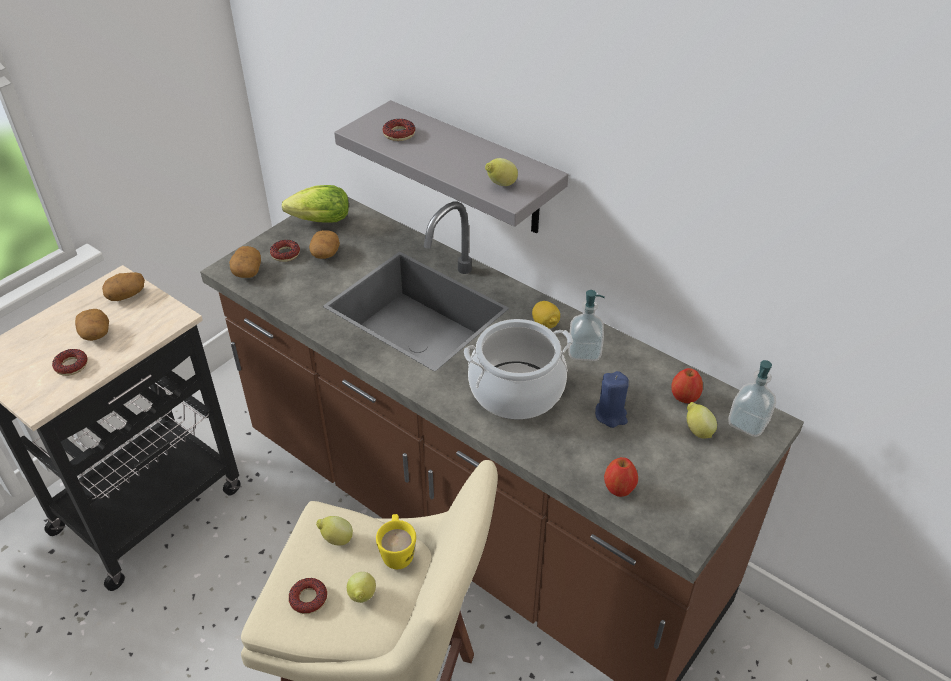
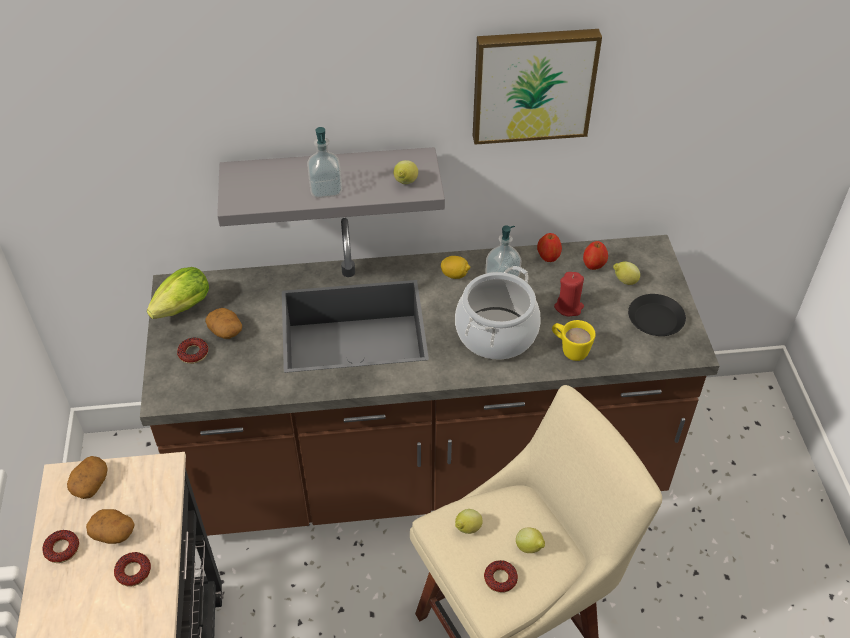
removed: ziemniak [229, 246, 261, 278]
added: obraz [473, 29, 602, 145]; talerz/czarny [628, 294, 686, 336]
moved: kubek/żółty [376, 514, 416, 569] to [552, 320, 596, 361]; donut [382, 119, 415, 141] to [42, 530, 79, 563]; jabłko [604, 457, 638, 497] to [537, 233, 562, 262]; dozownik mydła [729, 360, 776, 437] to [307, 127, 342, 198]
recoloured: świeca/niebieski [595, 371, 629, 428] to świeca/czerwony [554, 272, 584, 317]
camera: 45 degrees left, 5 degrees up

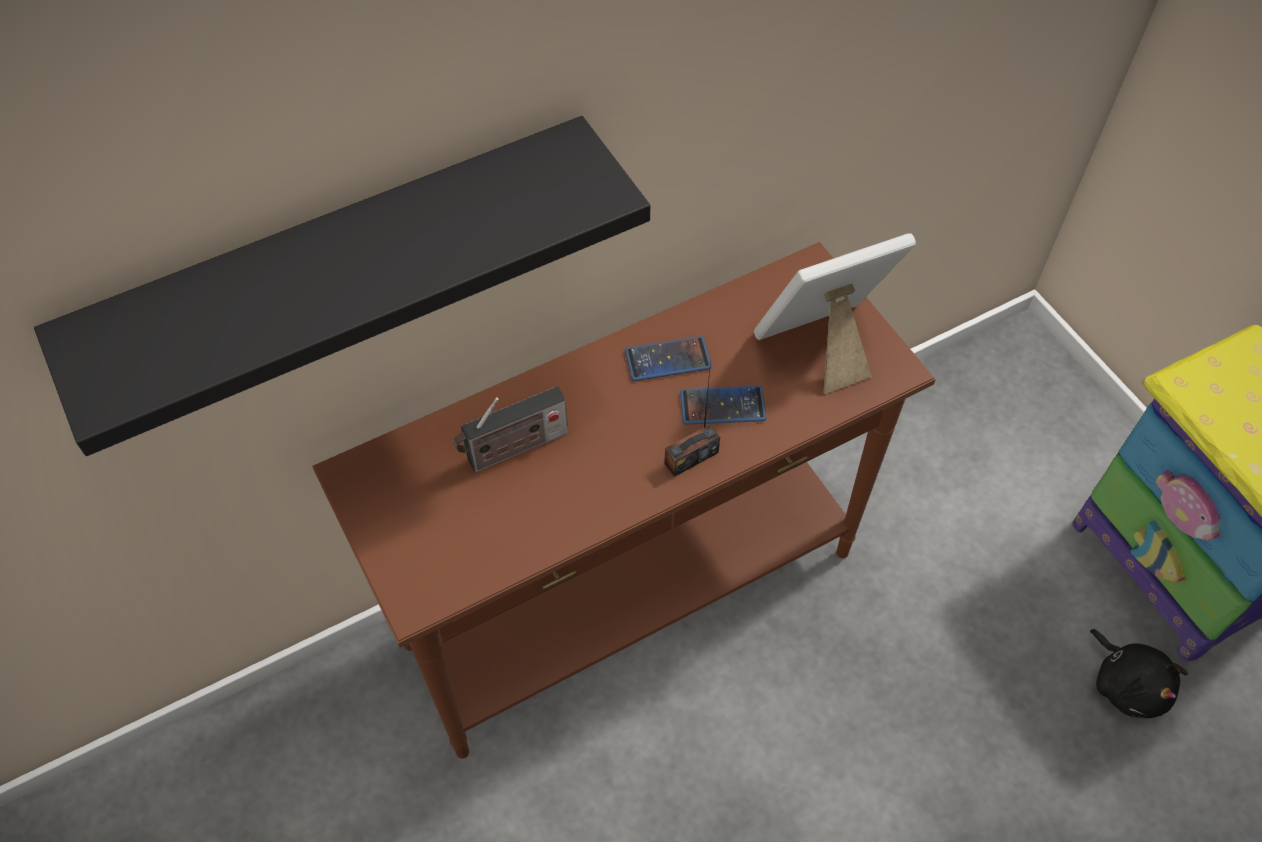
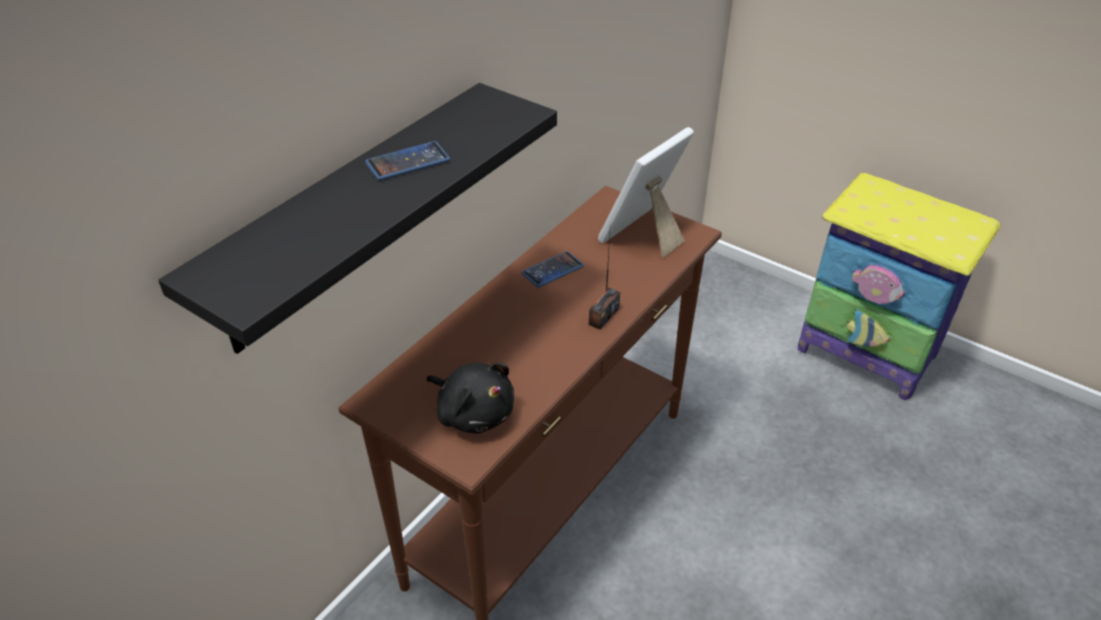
removed: radio [453, 386, 568, 473]
moved: telefon [680, 386, 766, 425] to [365, 141, 450, 180]; pluszak/czarny [1090, 629, 1188, 718] to [426, 363, 514, 434]
camera: 25 degrees left, 15 degrees down

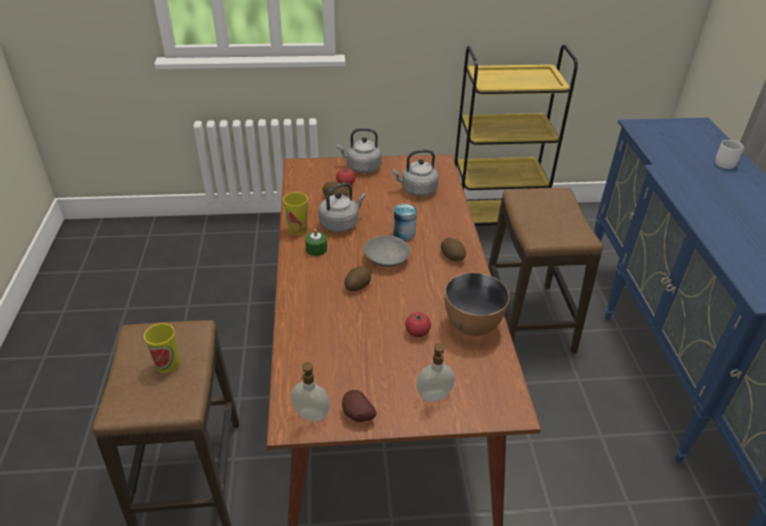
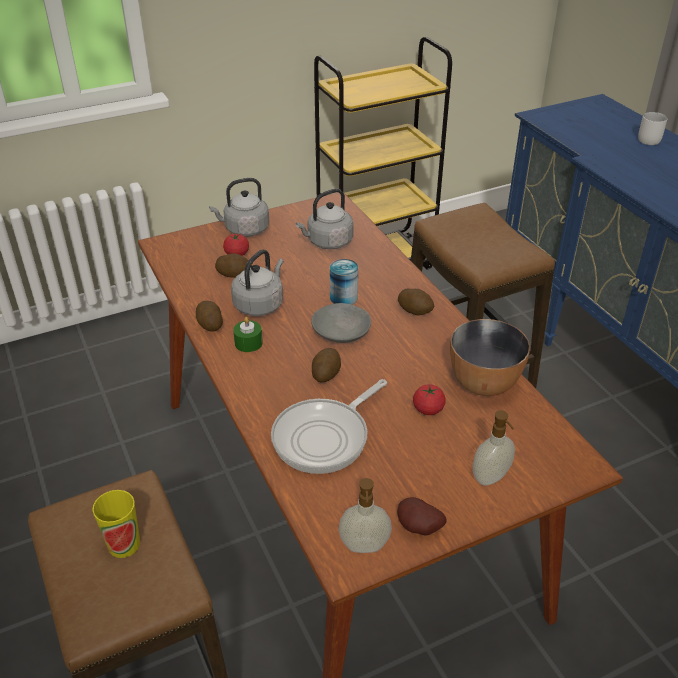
added: patelnia [271, 379, 387, 474]
replaced: filiżanka [283, 192, 308, 235] to ziemniak [196, 301, 223, 332]
camera: 20 degrees left, 0 degrees up

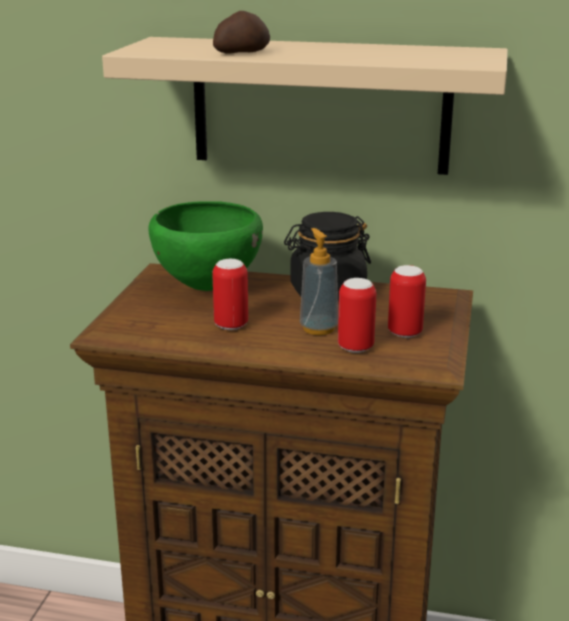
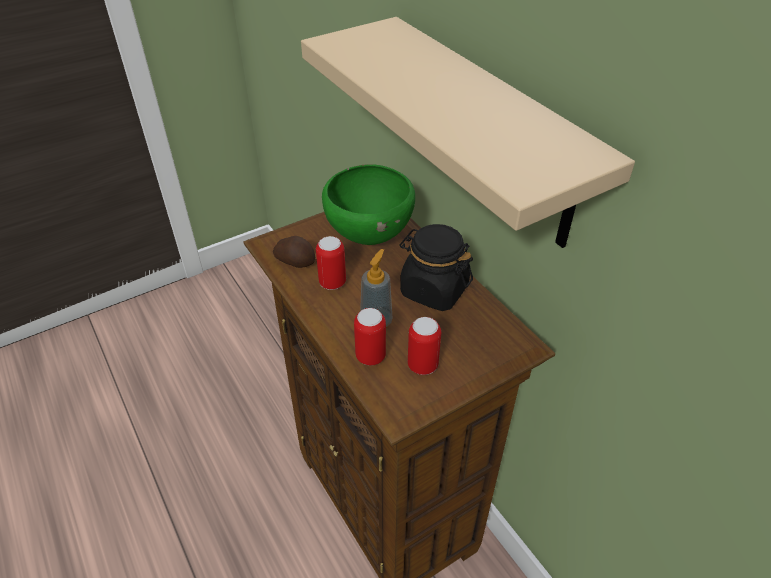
moved: ziemniak [213, 11, 270, 54] to [273, 236, 315, 268]
camera: 45 degrees right, 20 degrees up

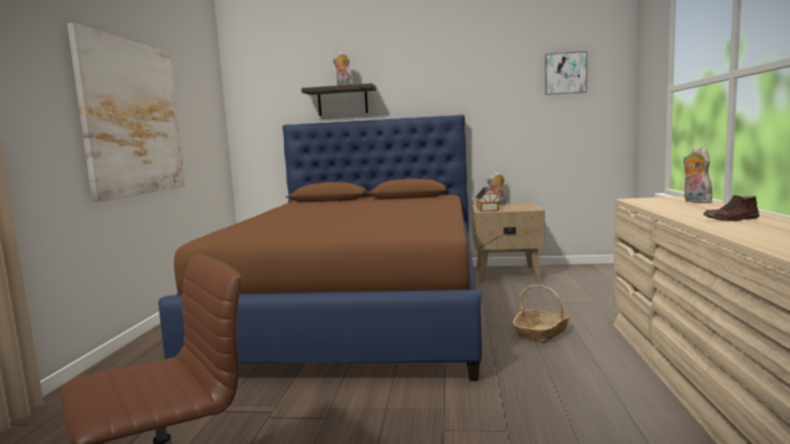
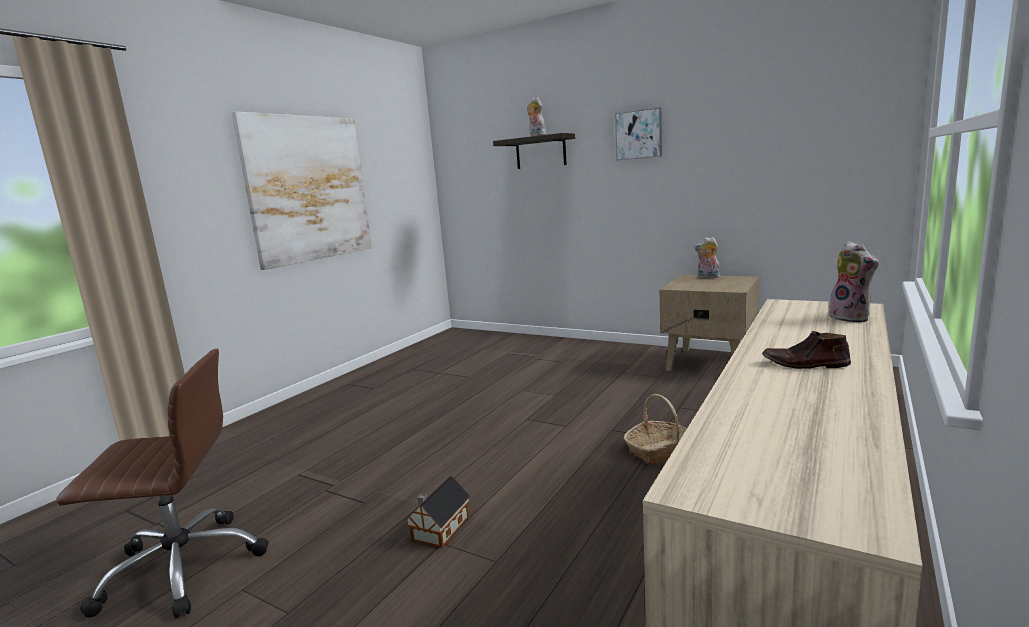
removed: łóżko/brązowy [158, 115, 482, 381]
moved: domek [475, 187, 500, 212] to [405, 476, 470, 548]; obraz [545, 51, 587, 95] to [615, 107, 662, 160]
turned: pluszak [683, 147, 712, 203] = [827, 241, 879, 322] 150 degrees clockwise
camera: 25 degrees right, 5 degrees up

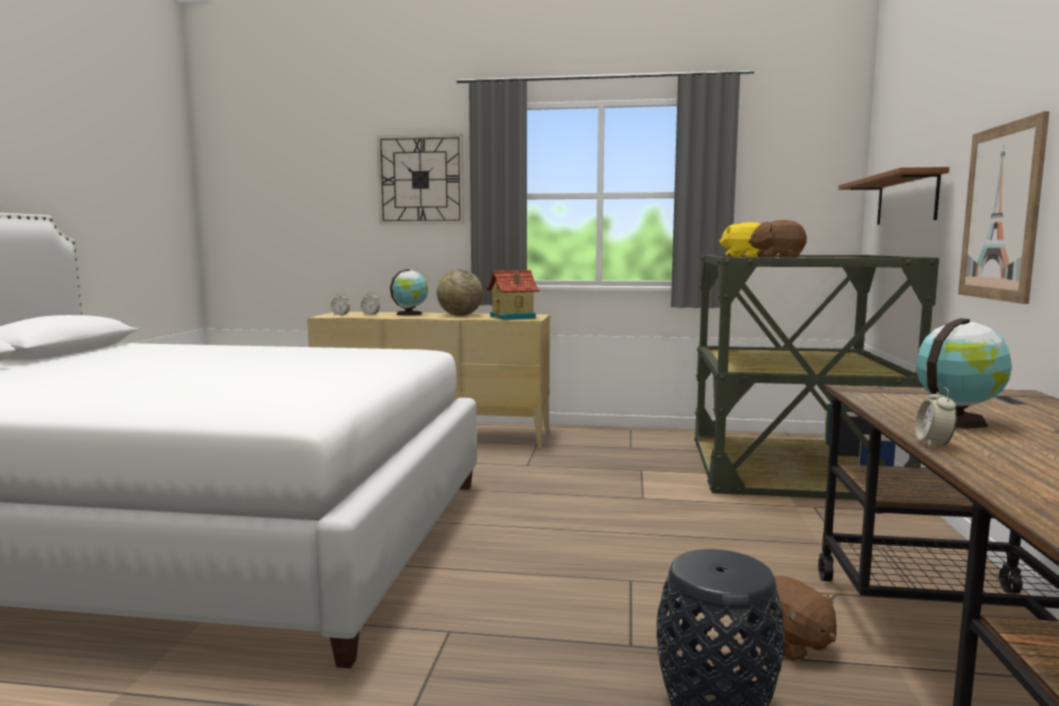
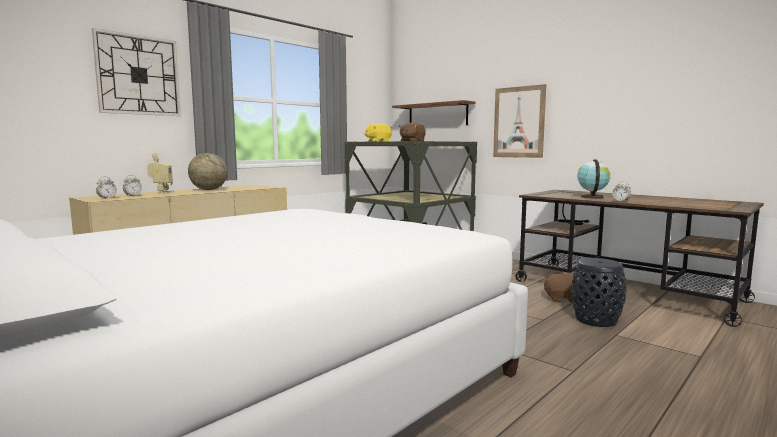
removed: domek [487, 270, 540, 320]
replaced: globus [390, 269, 428, 316] to robot zabawkowy [147, 153, 173, 193]
camera: 55 degrees left, 0 degrees up

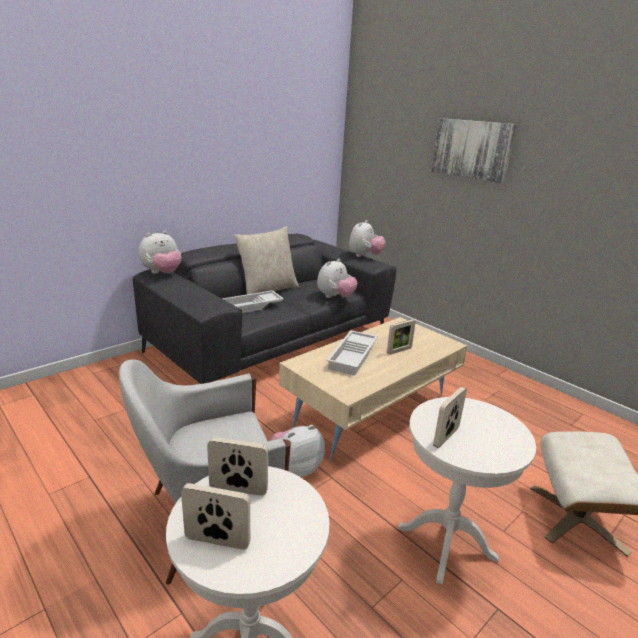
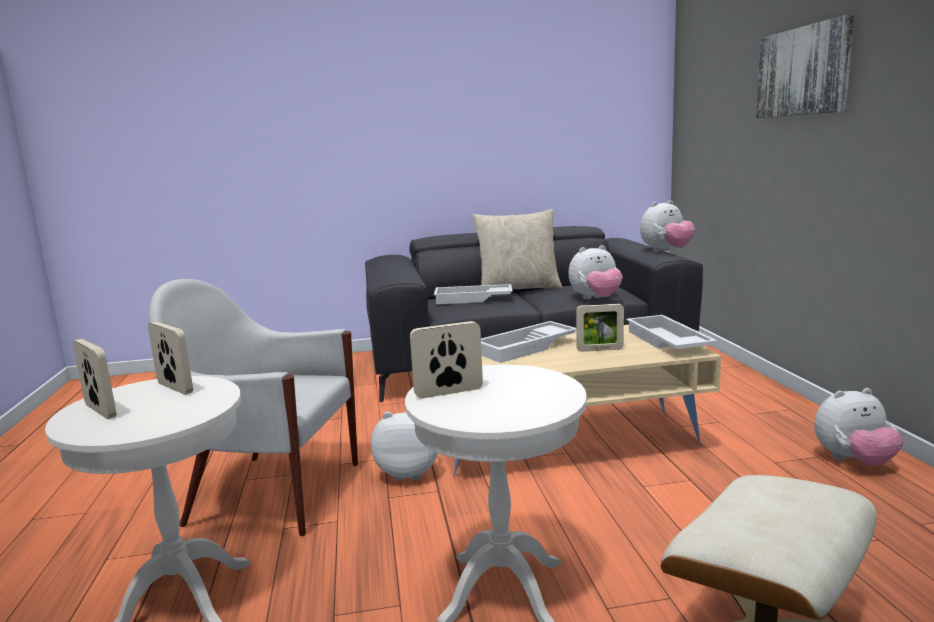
added: taca/biały [626, 315, 717, 349]
moved: pluszak [138, 231, 182, 274] to [814, 388, 903, 466]
camera: 35 degrees right, 10 degrees down

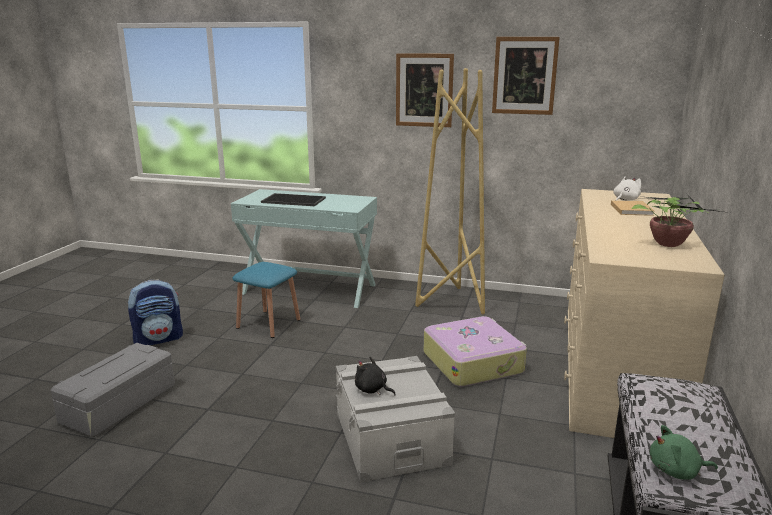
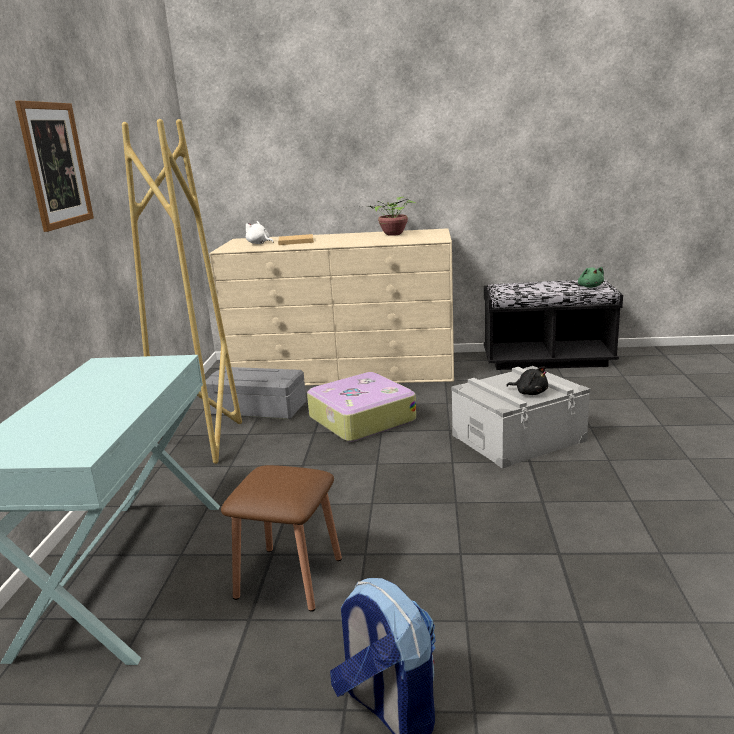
removed: taca [261, 193, 326, 206]; obraz [492, 37, 560, 115]
moved: pojemnik do przechowywania/szary [51, 343, 175, 437] to [206, 367, 306, 420]
recoloured: stołek/niebieski [232, 262, 300, 338] to stołek/brązowy [221, 465, 342, 612]
turned: pluszak/czarny [355, 357, 396, 395] = [506, 366, 548, 395] 75 degrees counterclockwise
camera: 100 degrees left, 0 degrees up

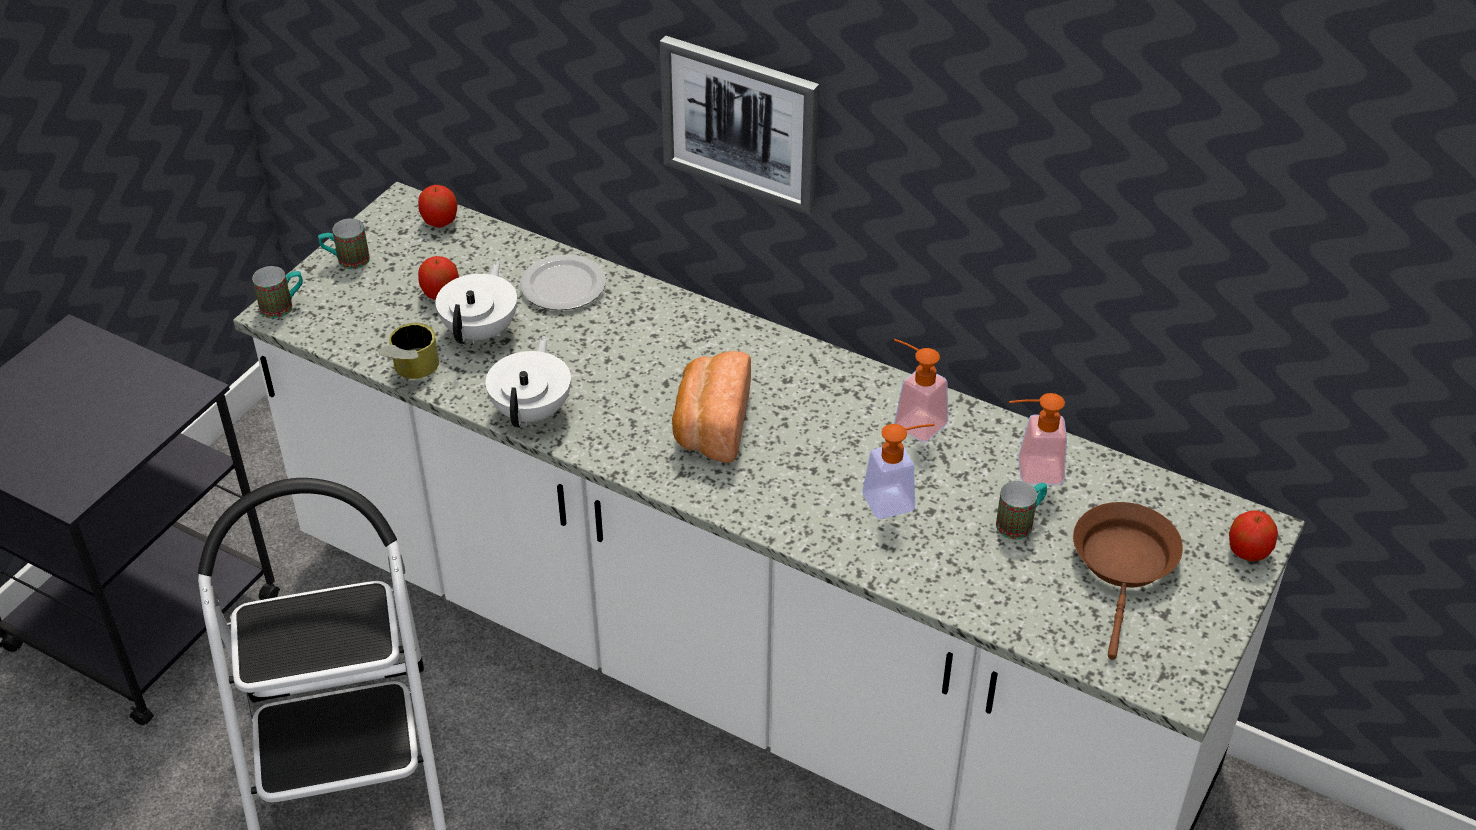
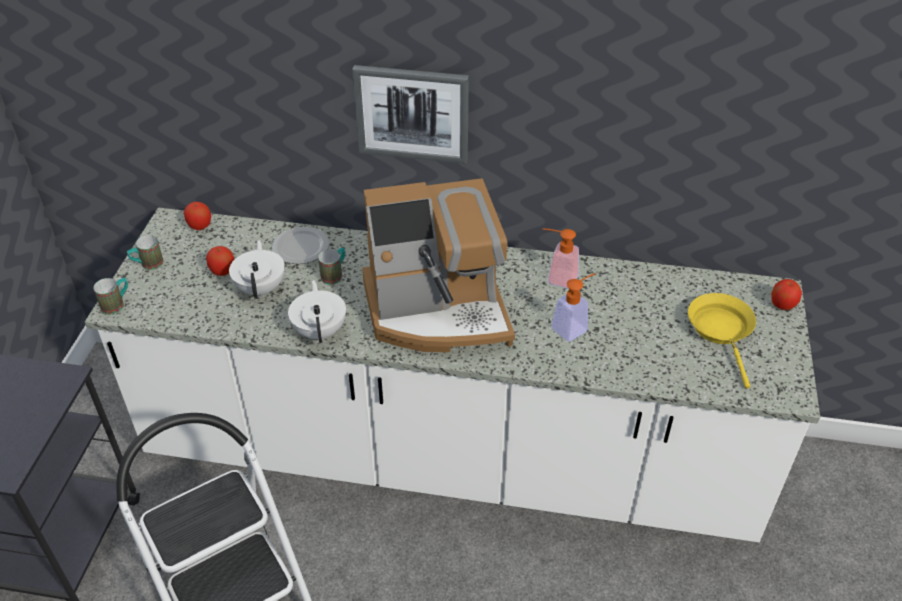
removed: puszka [378, 323, 439, 379]; dozownik mydła [1009, 393, 1067, 485]
moved: kubek [996, 481, 1047, 540] to [318, 248, 345, 285]
replaced: chleb [672, 351, 751, 463] to ekspres do kawy [362, 178, 515, 352]
recoloured: patelnia/brązowy [1073, 502, 1183, 660] to patelnia/żółty [688, 293, 756, 389]
camera: 20 degrees left, 0 degrees up

